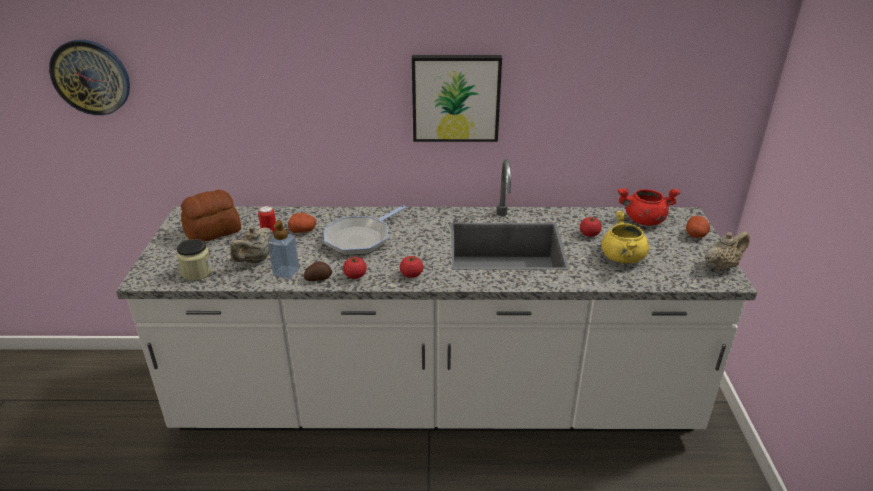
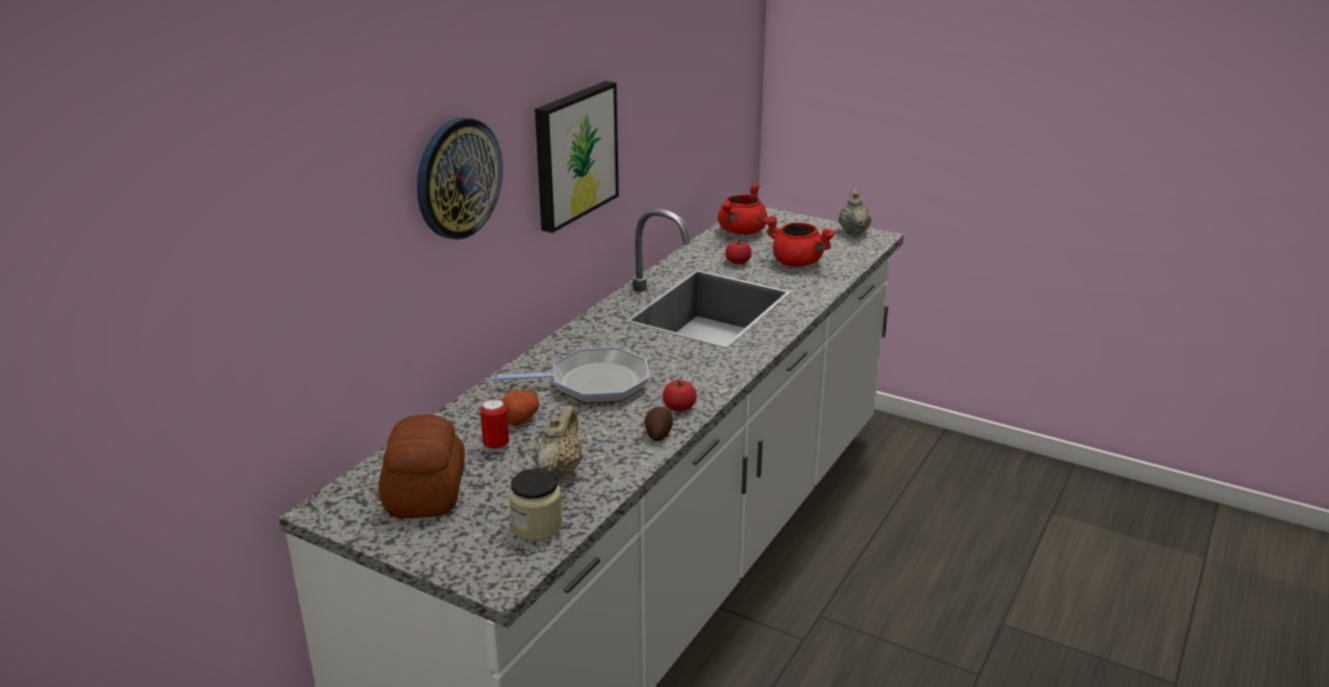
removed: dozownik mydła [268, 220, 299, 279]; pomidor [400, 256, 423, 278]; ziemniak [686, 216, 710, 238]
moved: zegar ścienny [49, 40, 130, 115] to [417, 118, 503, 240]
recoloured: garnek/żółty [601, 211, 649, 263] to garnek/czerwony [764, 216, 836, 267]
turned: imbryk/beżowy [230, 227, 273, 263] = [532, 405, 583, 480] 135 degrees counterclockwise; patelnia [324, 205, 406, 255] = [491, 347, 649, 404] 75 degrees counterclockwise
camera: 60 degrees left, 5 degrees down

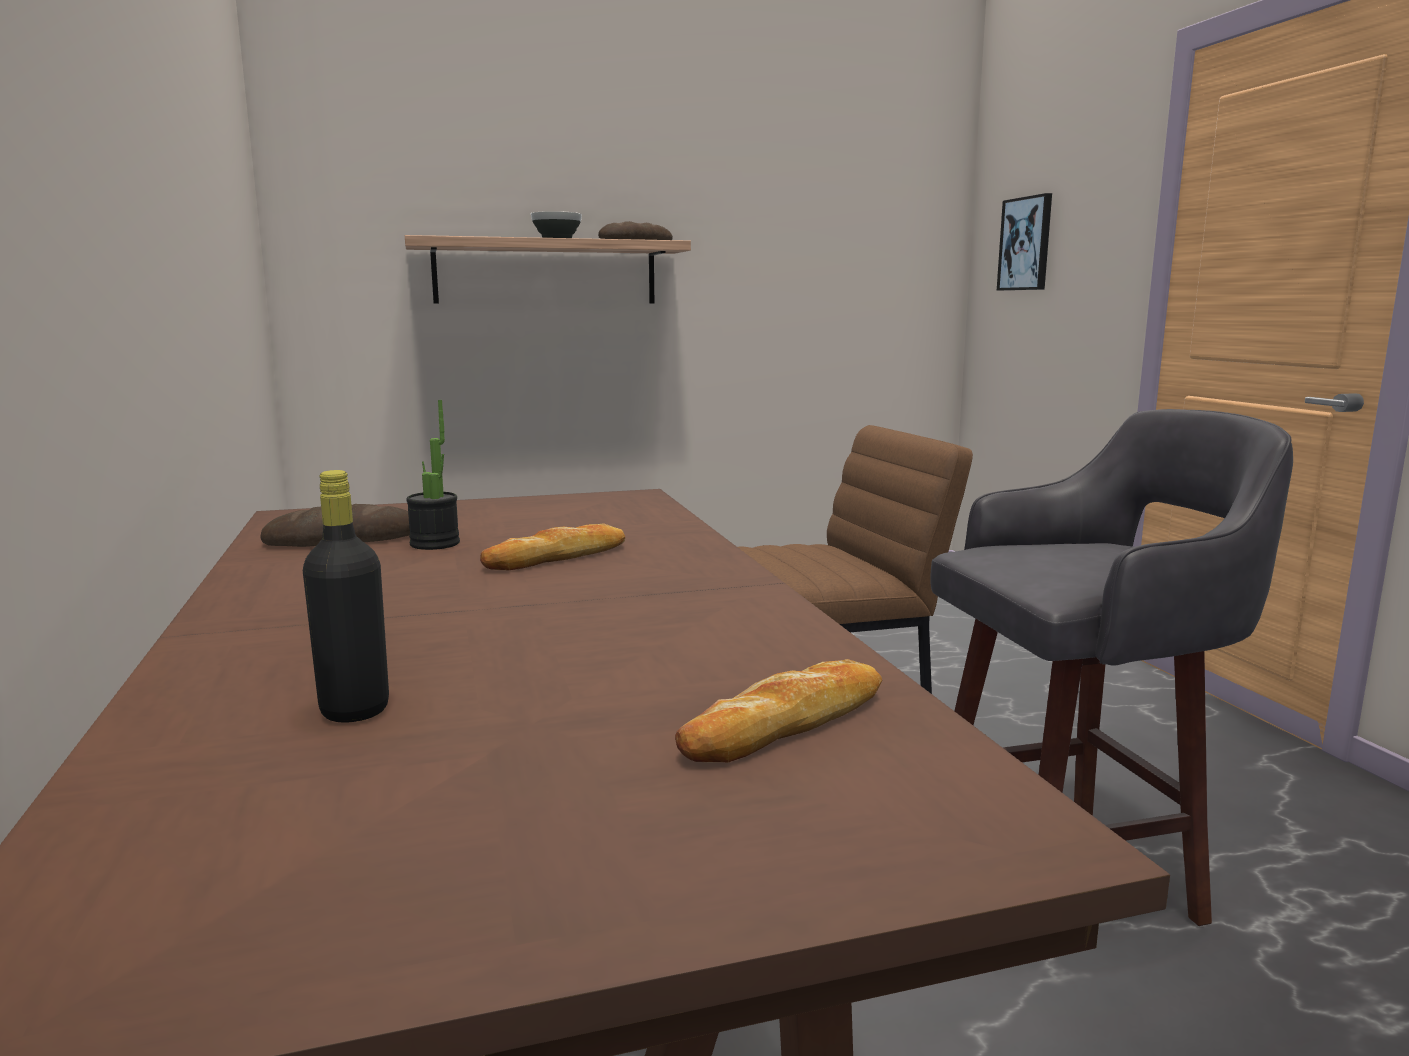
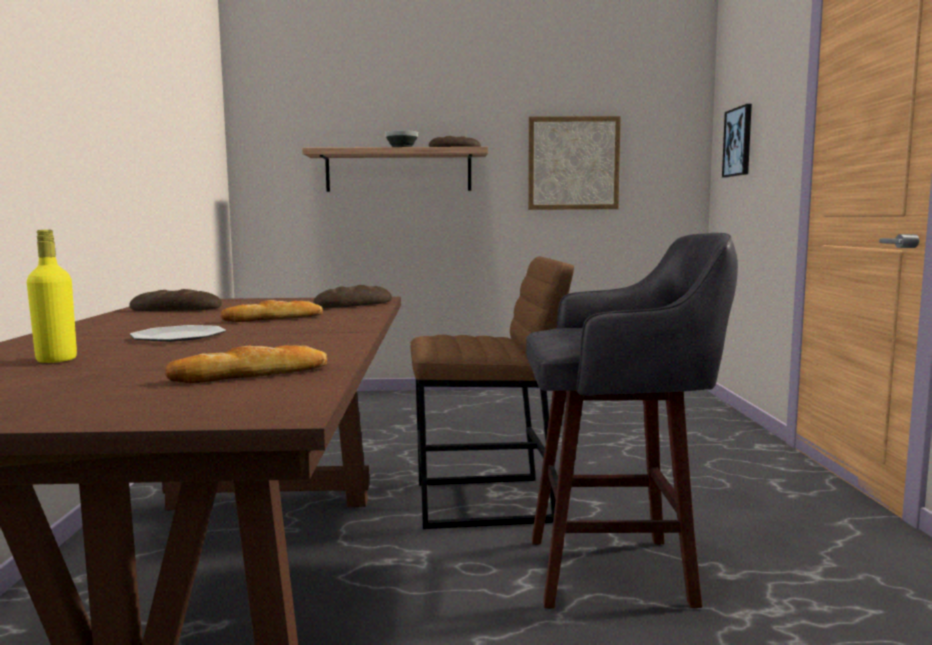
removed: roślina doniczkowa [406, 400, 460, 550]
added: talerz [130, 325, 226, 342]; chleb [313, 285, 392, 308]; obraz [528, 114, 621, 210]
recoloured: butelka/czarny [303, 470, 389, 722] to butelka/żółty [27, 230, 77, 363]
camera: 15 degrees right, 5 degrees down

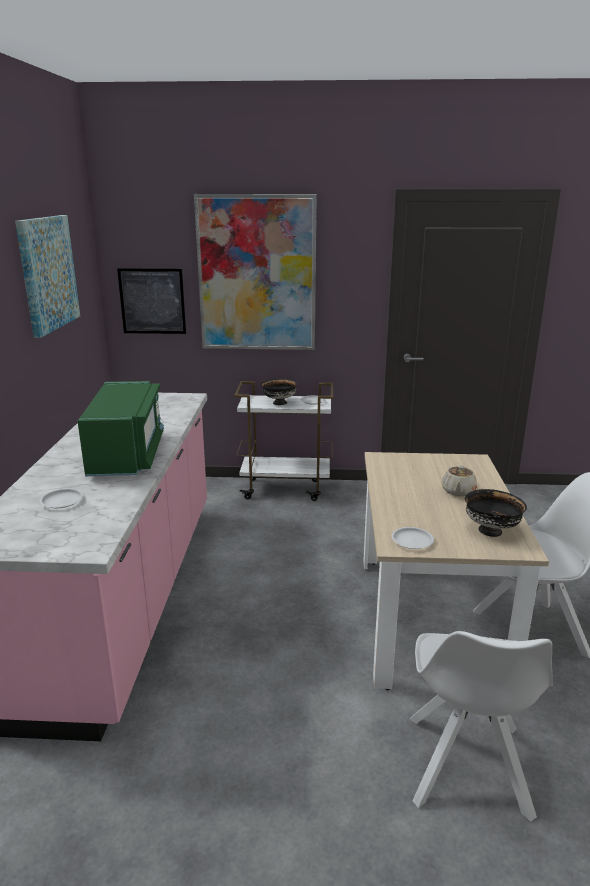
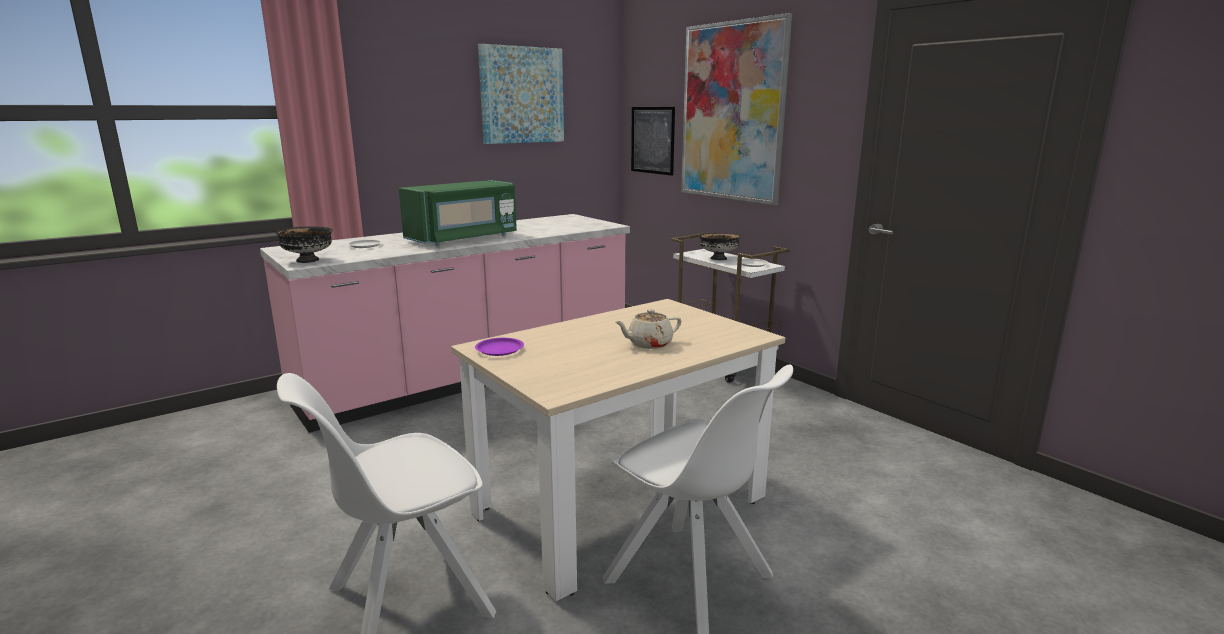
moved: miska/czarny [465, 489, 527, 537] to [275, 226, 333, 263]
recoloured: talerz/biały [392, 527, 434, 549] to talerz/fioletowy [475, 338, 524, 356]
camera: 50 degrees right, 5 degrees down

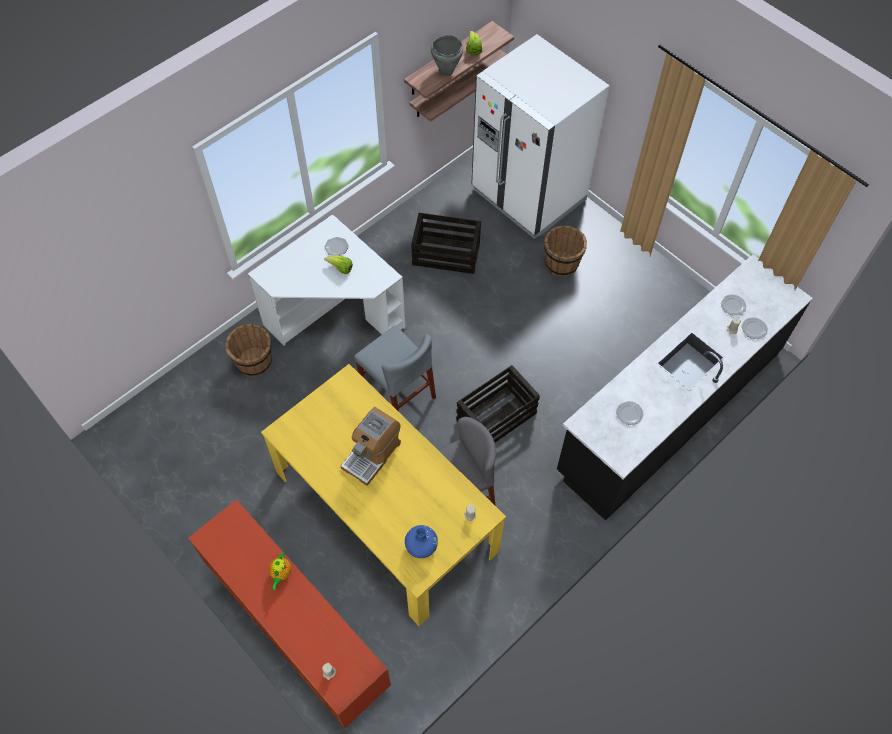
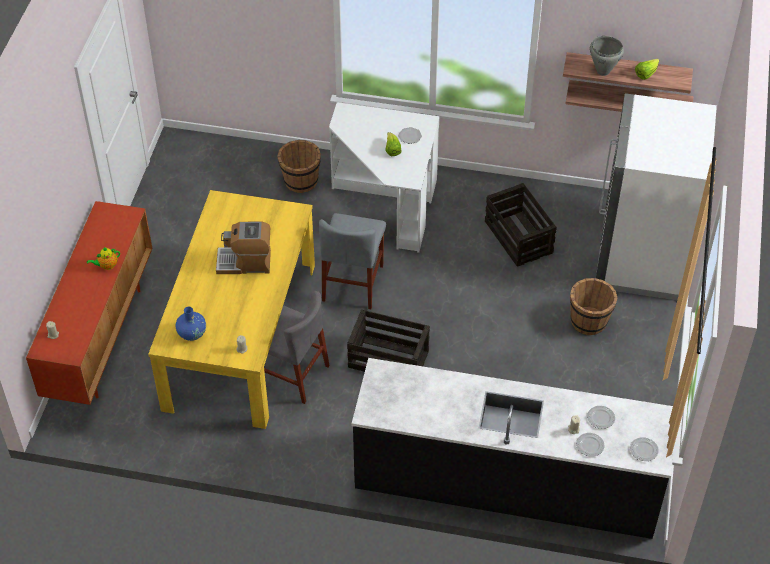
moved: talerz [616, 401, 643, 425] to [630, 437, 659, 461]
camera: 55 degrees right, 10 degrees down

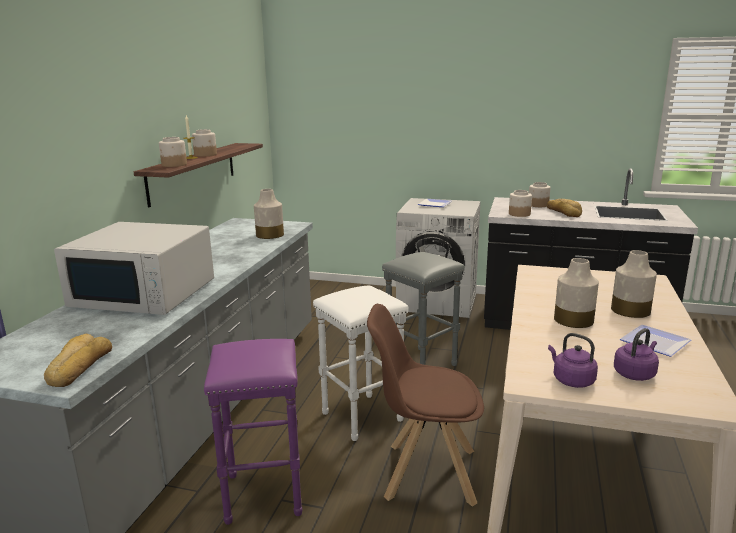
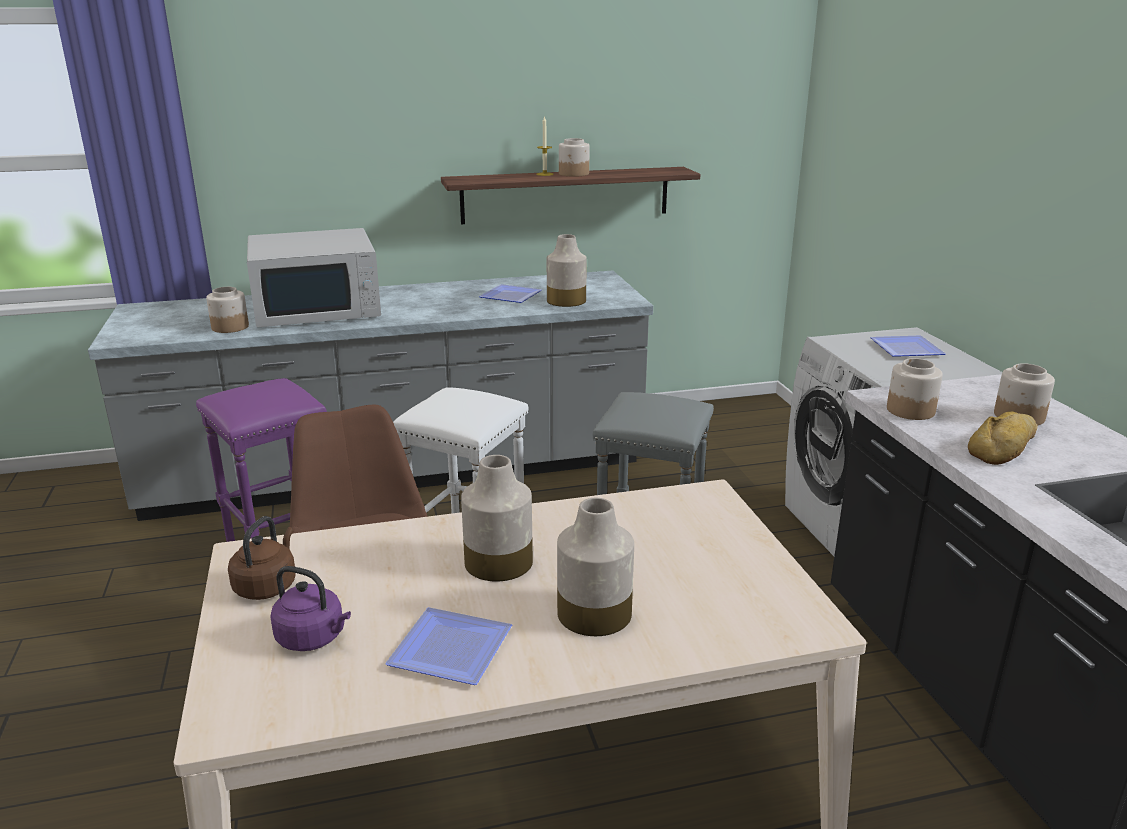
removed: chleb [44, 334, 112, 387]
added: talerz [479, 284, 541, 303]
moved: słoik [159, 137, 187, 167] to [206, 287, 249, 333]
recoloured: czajnik/fioletowy [548, 333, 598, 388] to czajnik/brązowy [228, 516, 296, 600]
turned: mikrofalówka/biały [54, 222, 214, 315] = [247, 228, 381, 327] 90 degrees counterclockwise
camera: 60 degrees right, 5 degrees up

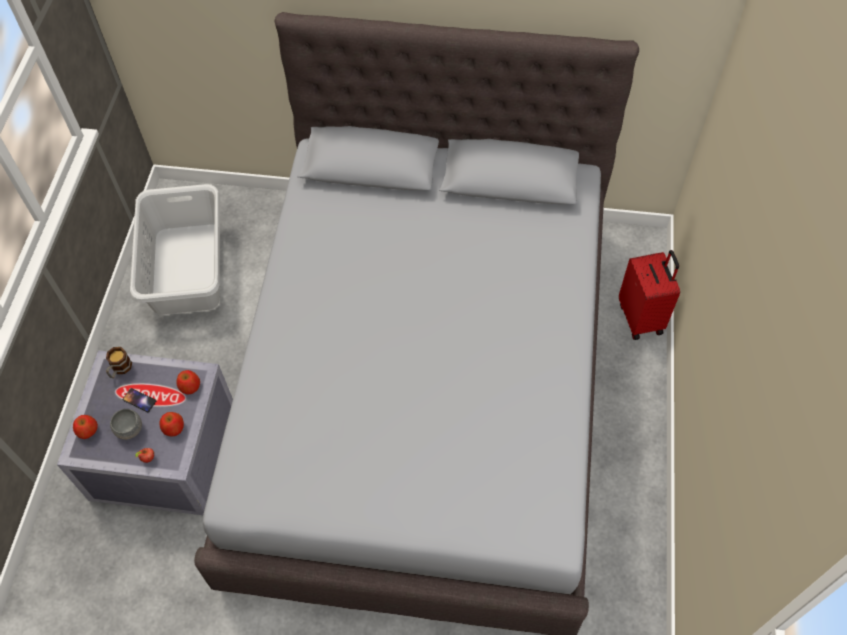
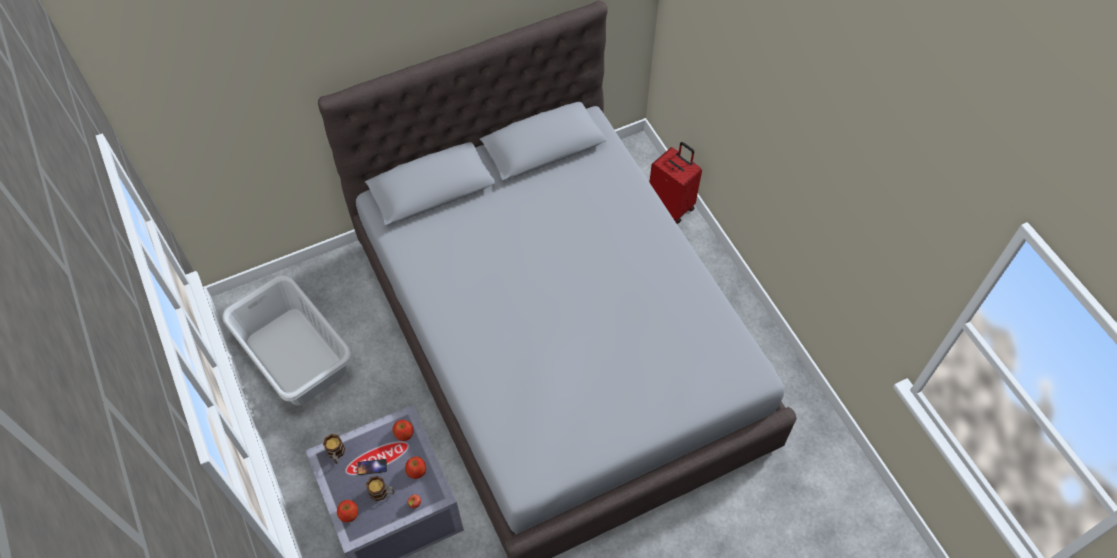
replaced: miska/szary [110, 409, 142, 440] to kubek [366, 476, 395, 501]
camera: 35 degrees left, 0 degrees up

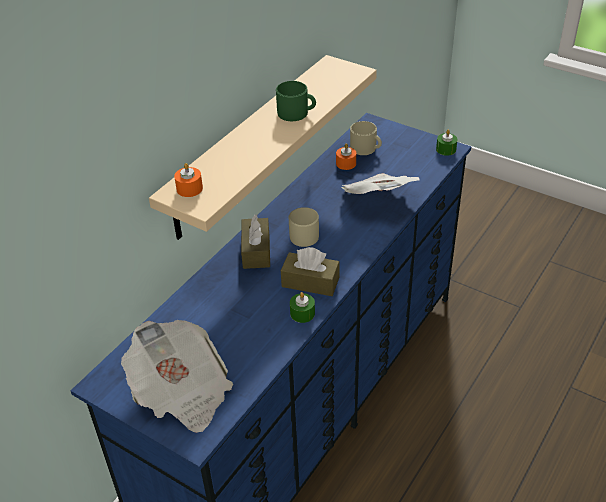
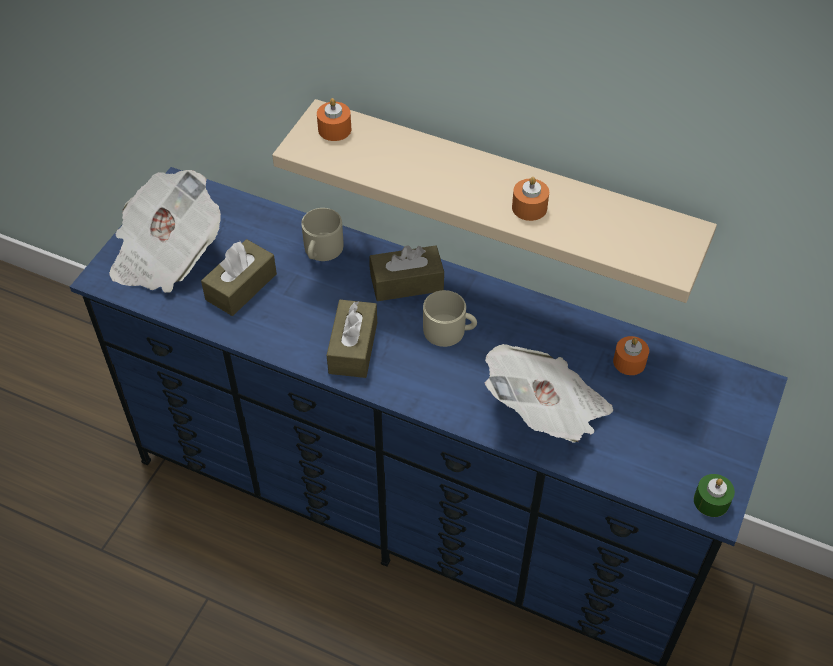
removed: świeca/zielony [290, 292, 315, 323]
added: pudełko chusteczek/brązowy [201, 239, 277, 316]
moved: kubek/beżowy [350, 121, 382, 155] to [301, 208, 344, 261]
replaced: kubek/zielony [276, 81, 316, 121] to świeca/pomarańczowy [512, 177, 549, 221]
camera: 80 degrees right, 10 degrees up

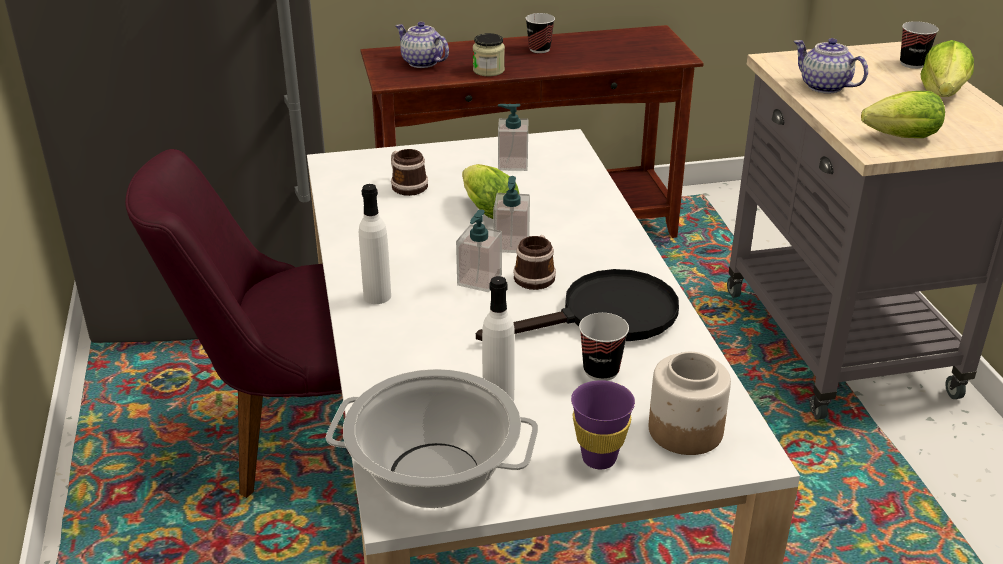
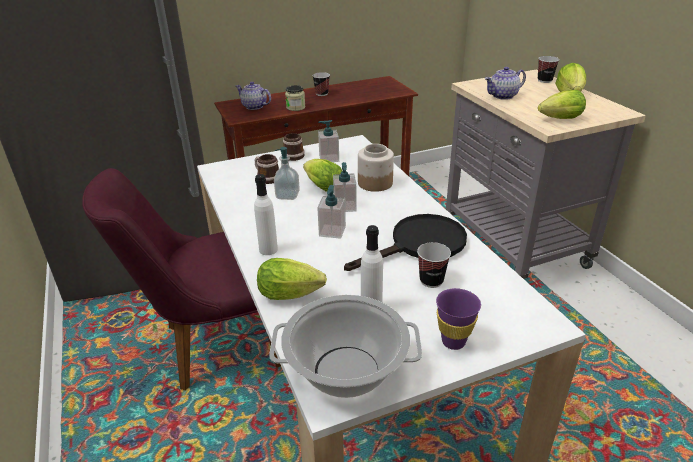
added: sałata [257, 258, 327, 300]; dozownik mydła [274, 147, 300, 200]
moved: kubek [513, 235, 556, 290] to [283, 133, 305, 161]; słoik [649, 352, 731, 455] to [358, 144, 394, 192]
turned: imbryk [794, 38, 868, 94] = [484, 67, 526, 100] 60 degrees counterclockwise
camera: 10 degrees left, 0 degrees up

